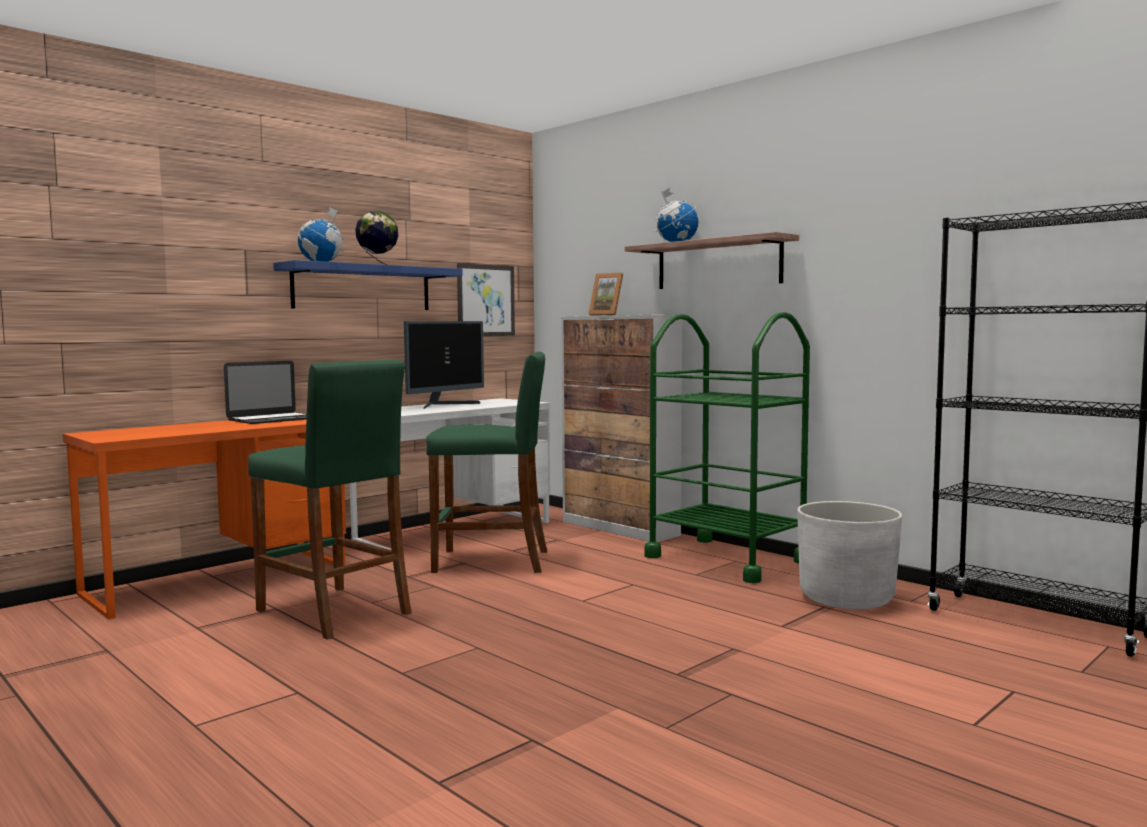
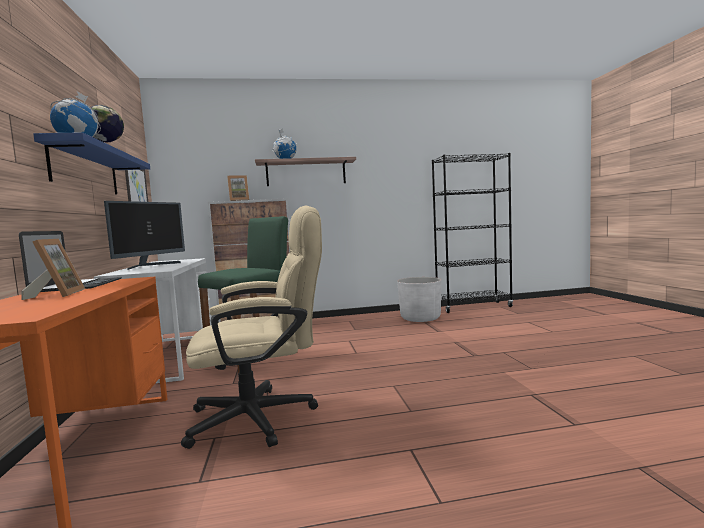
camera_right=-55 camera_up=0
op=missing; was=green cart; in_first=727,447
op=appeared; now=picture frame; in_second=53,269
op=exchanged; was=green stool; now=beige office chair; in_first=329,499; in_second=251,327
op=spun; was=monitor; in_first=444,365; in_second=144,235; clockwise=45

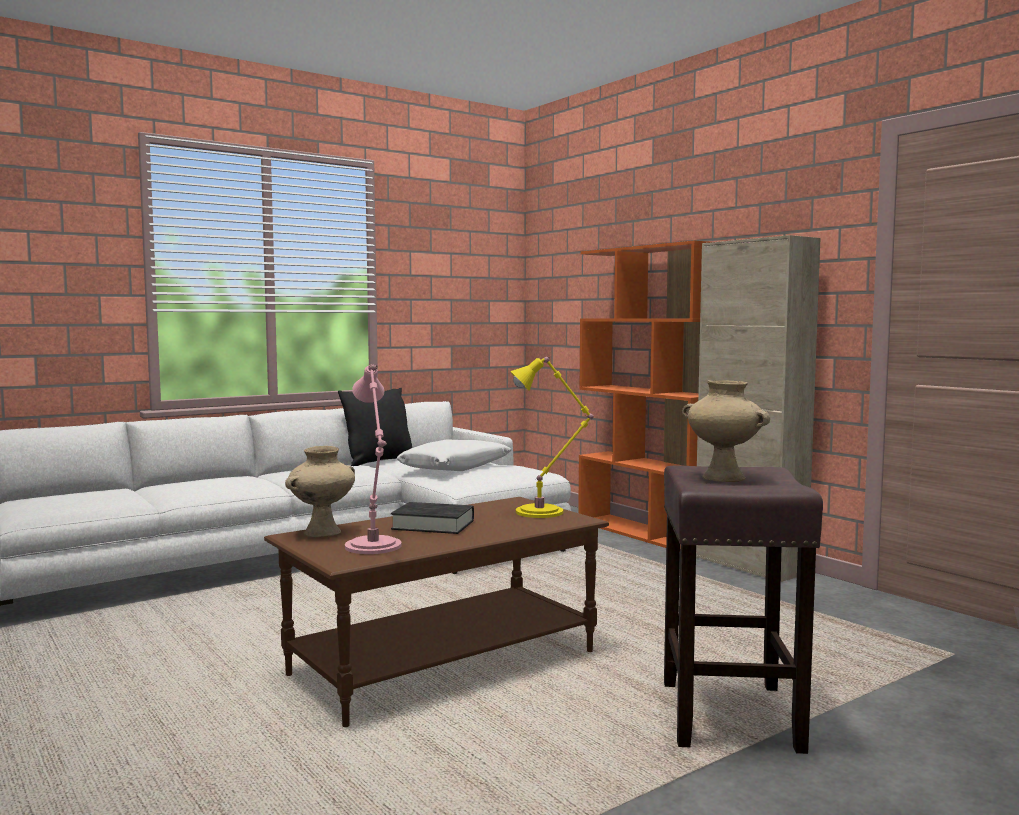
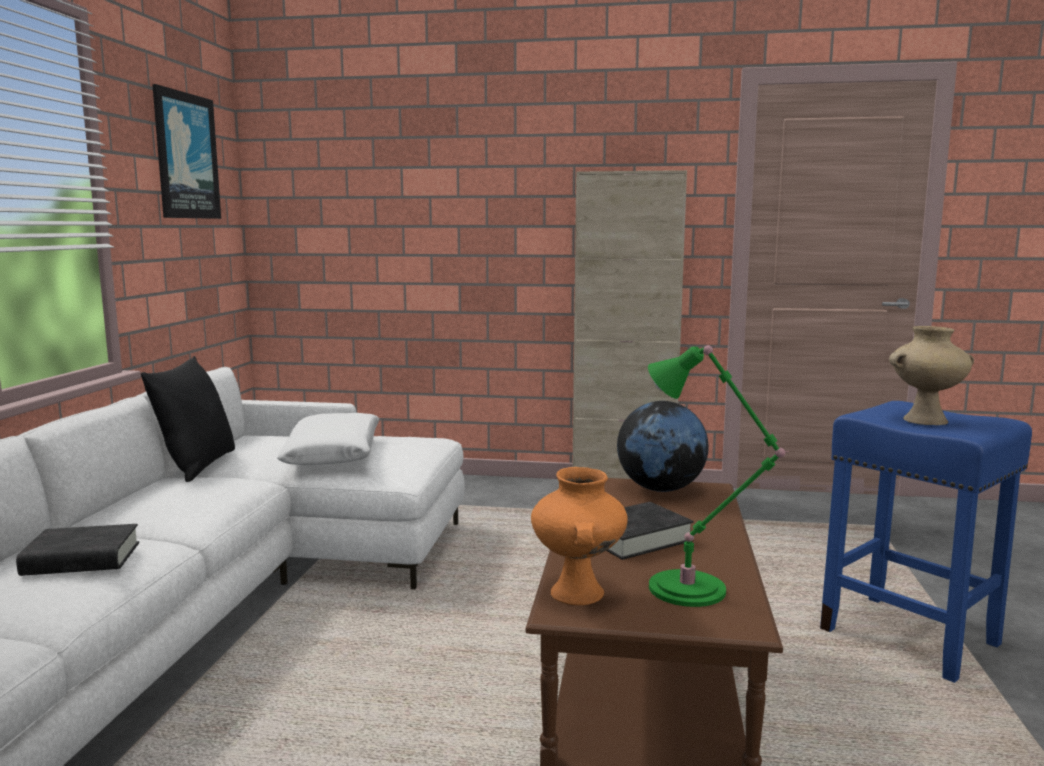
camera_right=-45 camera_up=5
op=missing; was=orange bookcase; in_first=644,394
op=appeared; now=black book; in_second=77,550
op=appeared; now=picture; in_second=186,151
op=exchanged; was=yellow table lamp; now=globe; in_first=551,437; in_second=663,446
op=colour; was=beige vase; now=orange vase; in_first=320,491; in_second=579,536
op=colour; was=pink table lamp; now=green table lamp; in_first=373,459; in_second=718,476
op=colour; was=brown stool; now=blue stool; in_first=743,609; in_second=926,542

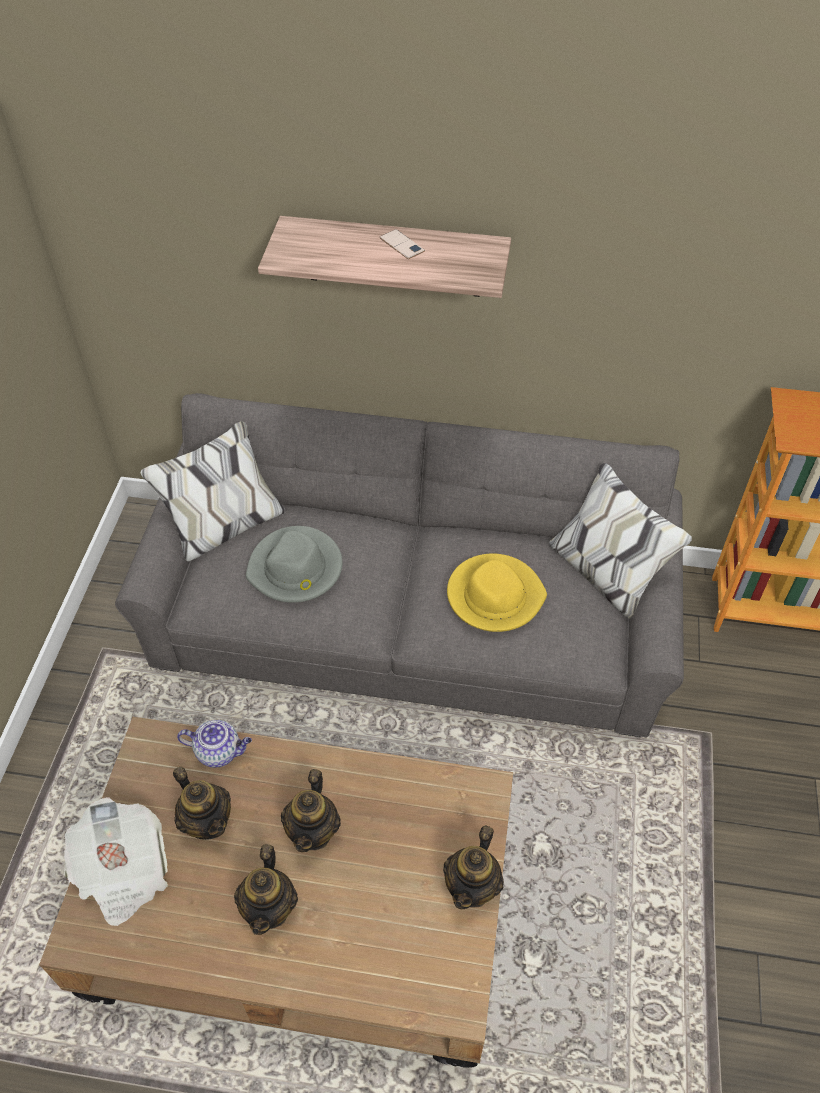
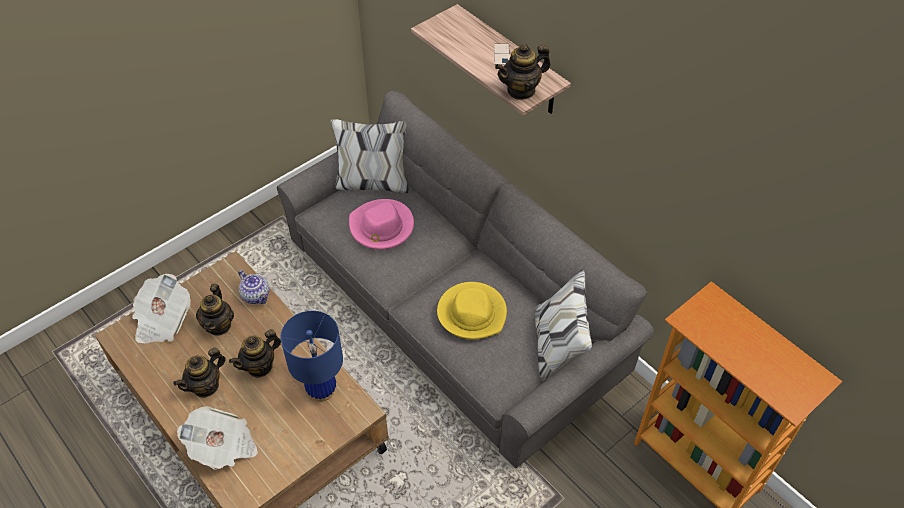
camera_right=40 camera_up=0
op=appeared; now=newspaper; in_second=217,438
op=appeared; now=blue table lamp; in_second=312,356
op=relocated; was=teapot; in_first=473,867; in_second=522,72
op=colour; was=grey hat; now=pink hat; in_first=294,564; in_second=381,224

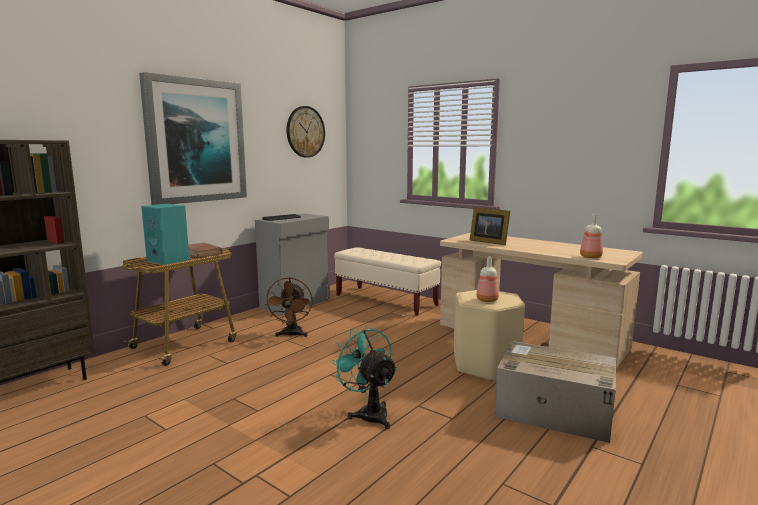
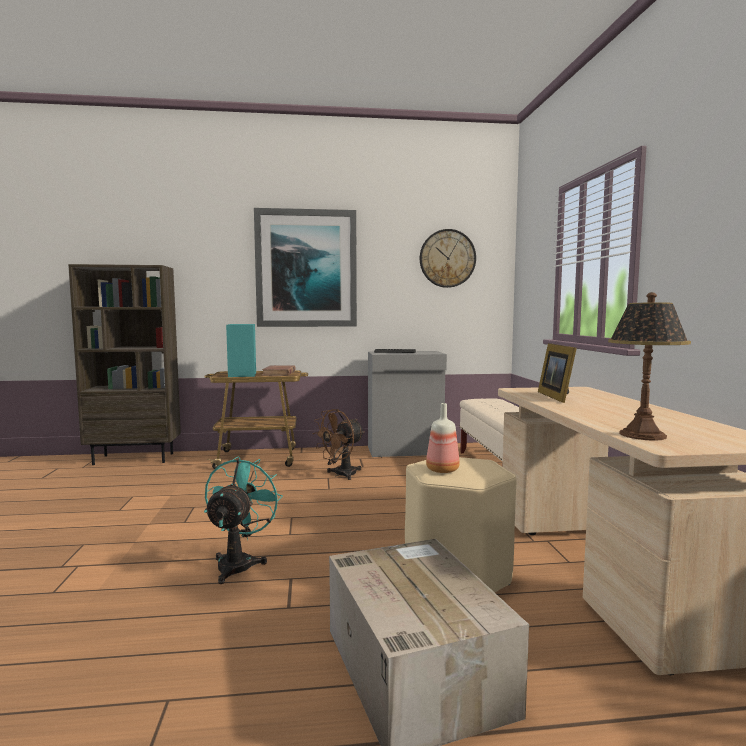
camera_right=45 camera_up=-5
op=exchanged; was=bottle; now=table lamp; in_first=591,236; in_second=649,366

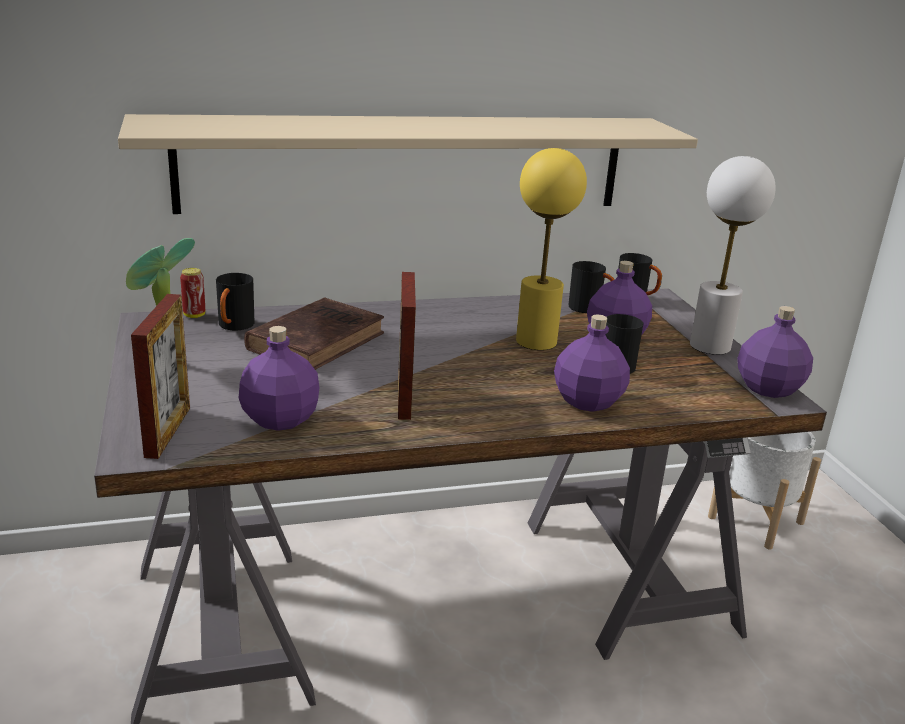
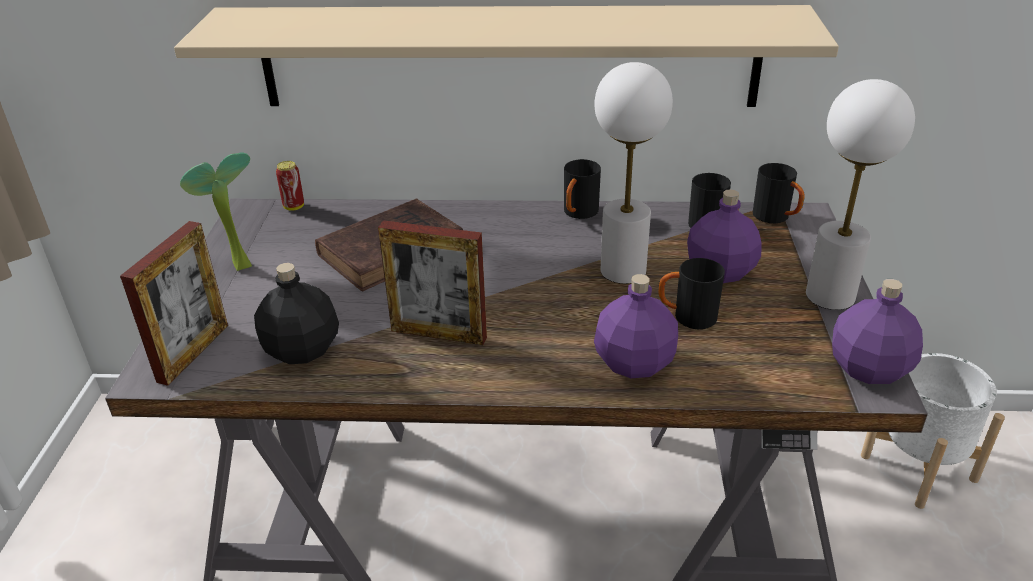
camera_right=20 camera_up=10
op=relocated; was=black mug; in_first=235,302; in_second=582,189
op=colour; was=purple bottle; now=black bottle; in_first=279,378; in_second=296,313
op=colour; was=yellow table lamp; now=white table lamp; in_first=551,249; in_second=633,173
op=spun; was=picture frame; in_first=407,346; in_second=432,282; clockwise=-90

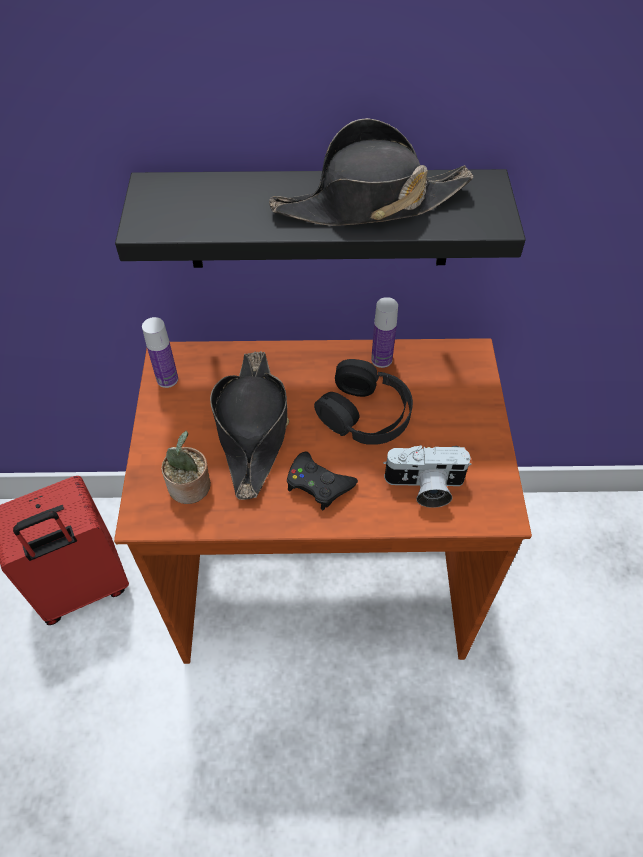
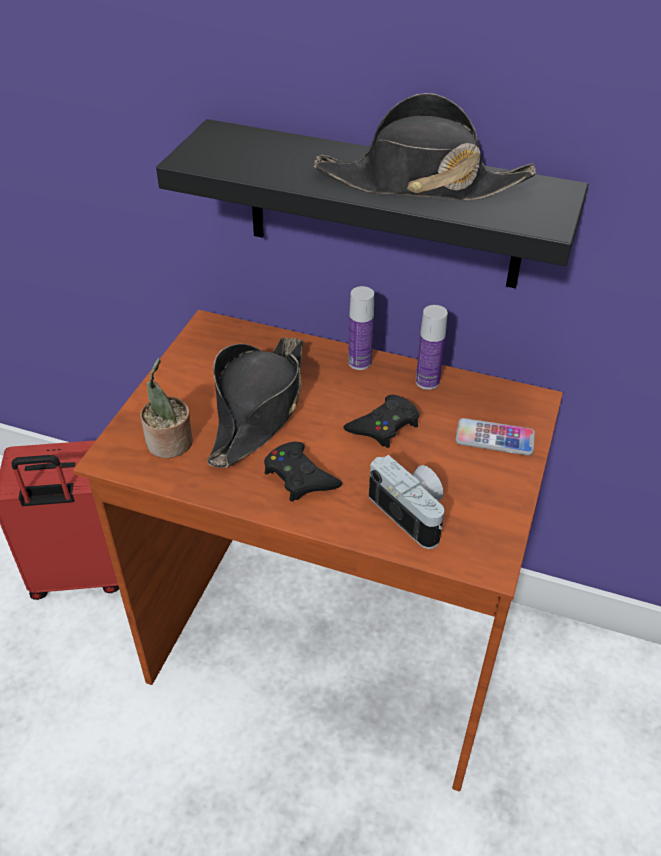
camera_right=20 camera_up=-10
op=appeared; now=phone; in_second=495,437
op=relocated; was=bottle; in_first=160,352; in_second=361,328
op=exchanged; was=black headphones; now=black game controller; in_first=363,402; in_second=382,421
op=spun; was=photo camera; in_first=427,476; in_second=406,502; clockwise=-150

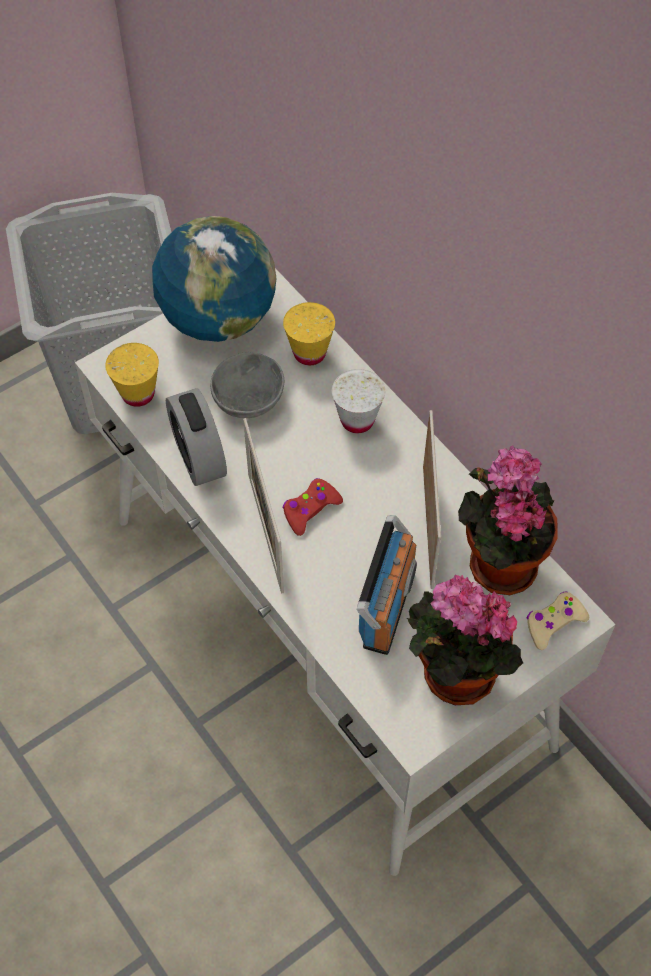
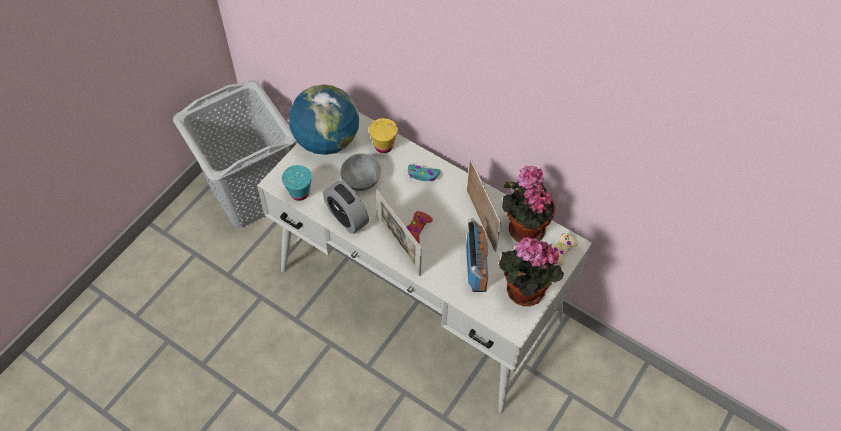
camera_right=-20 camera_up=0
op=exchanged; was=white cup; now=turquoise game controller; in_first=358,401; in_second=424,172
op=colour; was=yellow cup; now=turquoise cup; in_first=132,375; in_second=297,183

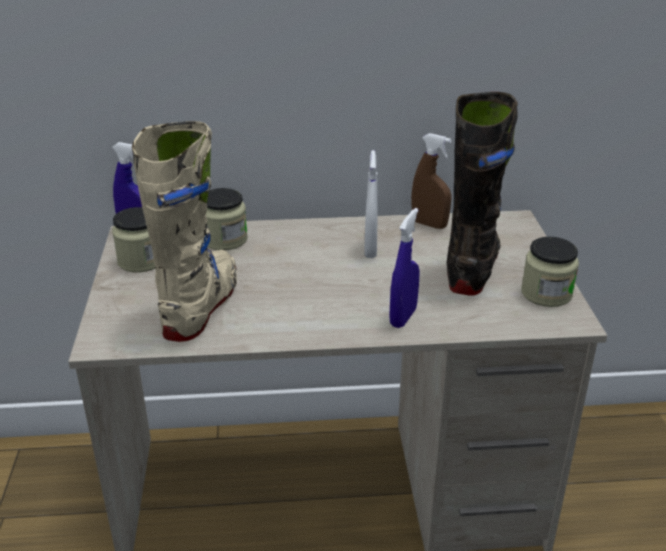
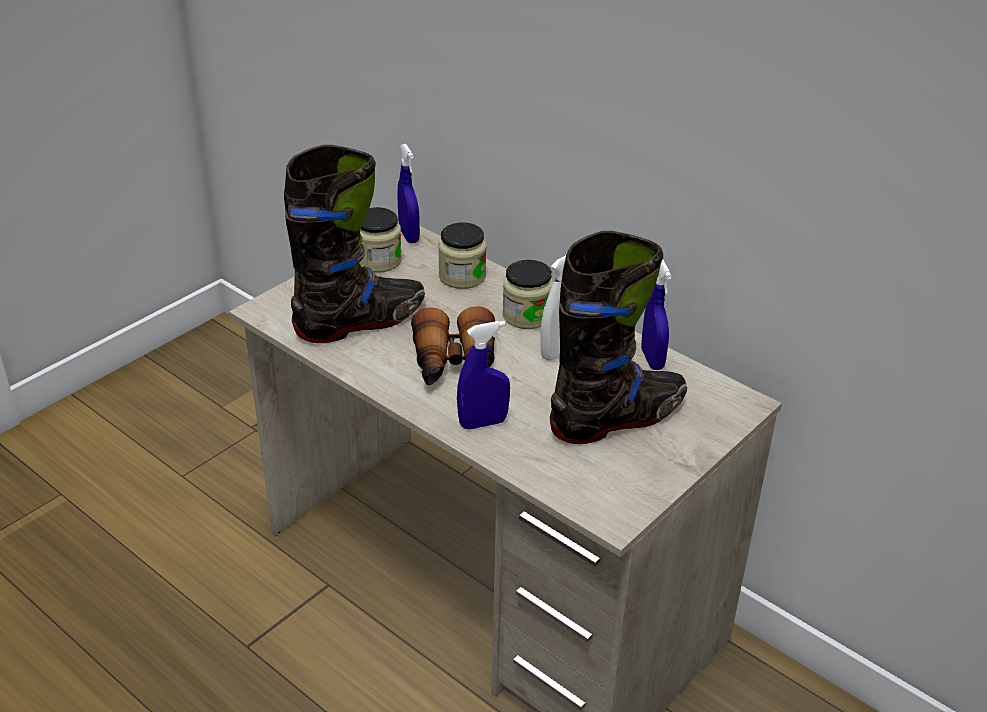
camera_right=45 camera_up=5
op=appeared; now=binoculars; in_second=453,346
op=relocated; was=jar; in_first=550,272; in_second=528,294
op=colour; was=beige boot; now=black boot; in_first=184,231; in_second=354,244
op=colour; was=brown spray bottle; now=blue spray bottle; in_first=431,181; in_second=656,315

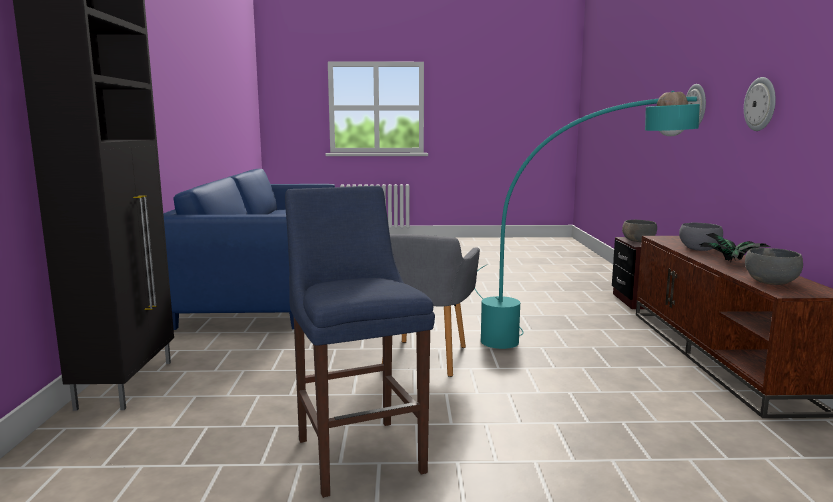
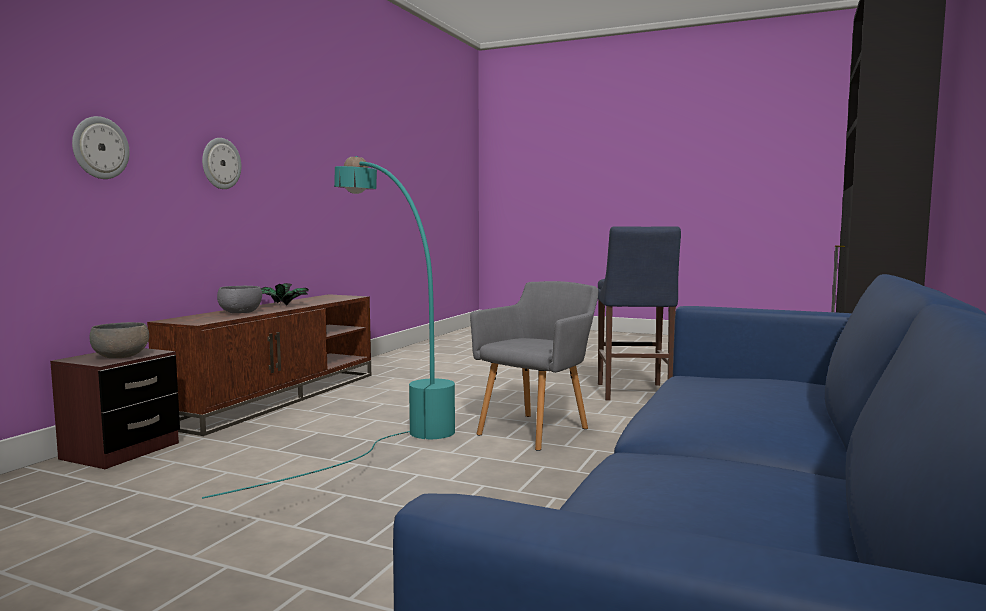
camera_right=-155 camera_up=-5
op=missing; was=grey bowl; in_first=774,266

